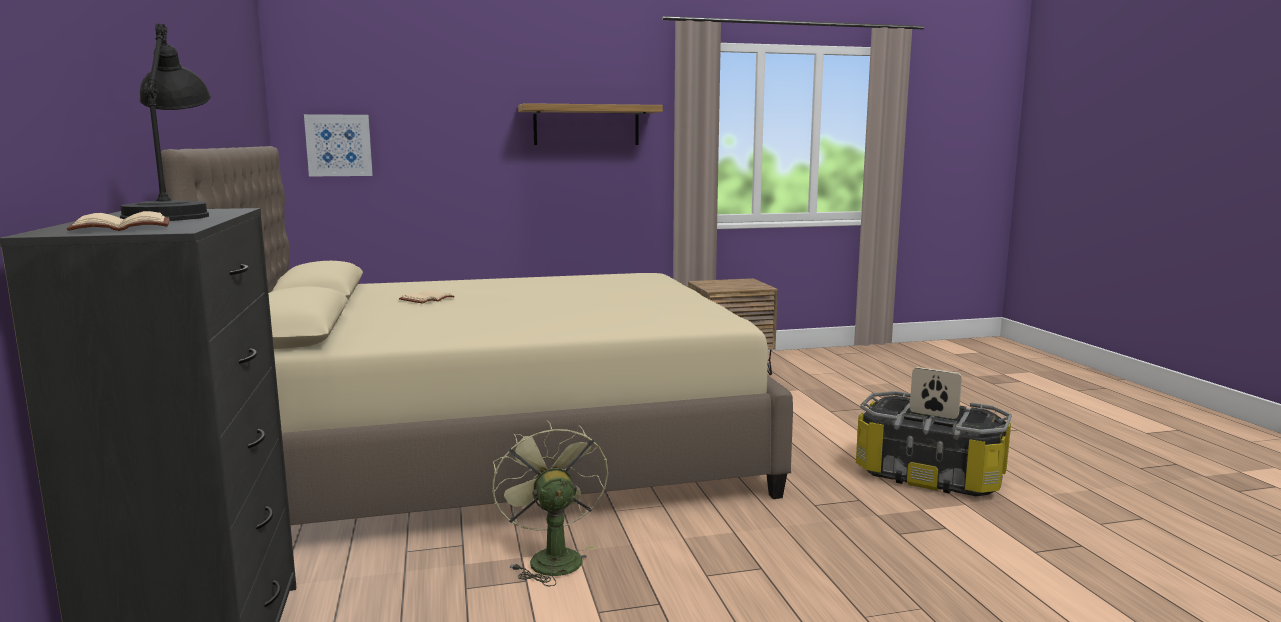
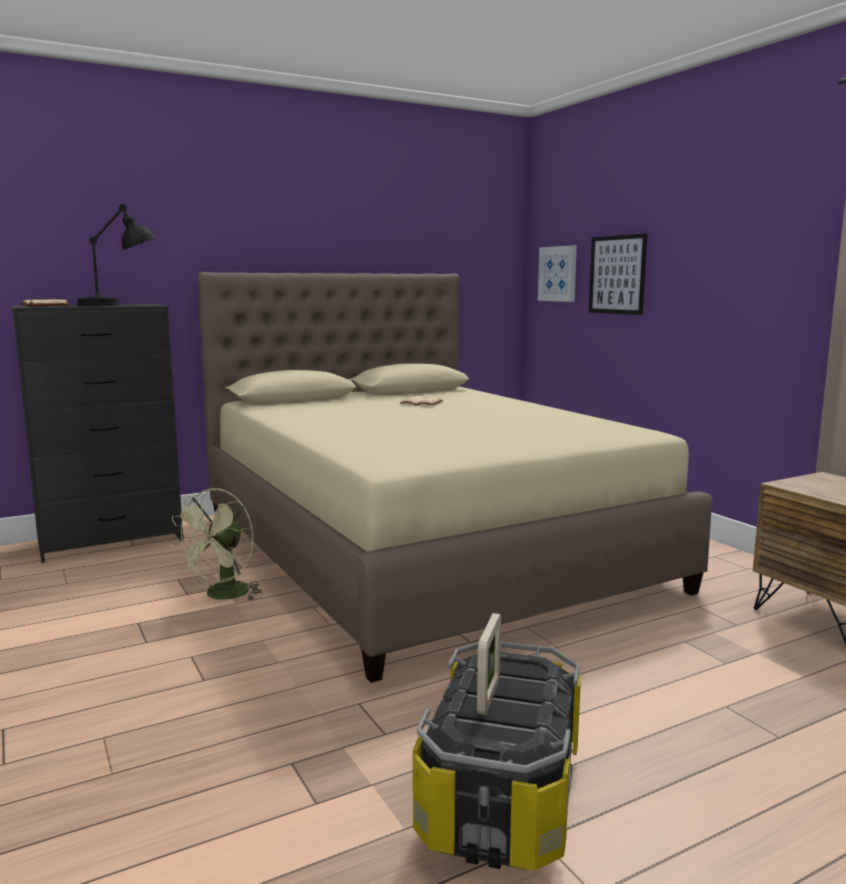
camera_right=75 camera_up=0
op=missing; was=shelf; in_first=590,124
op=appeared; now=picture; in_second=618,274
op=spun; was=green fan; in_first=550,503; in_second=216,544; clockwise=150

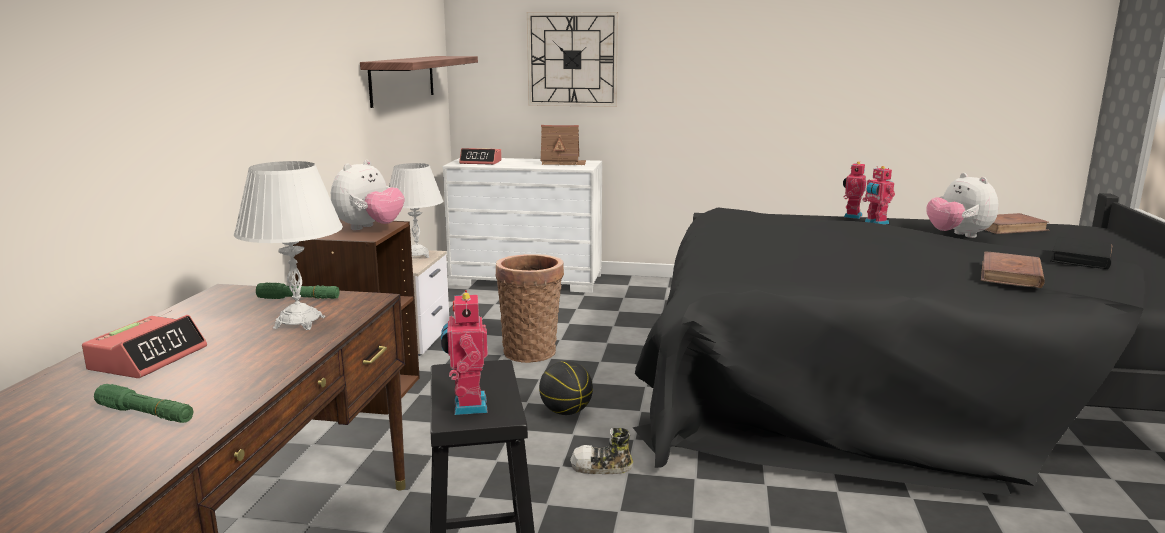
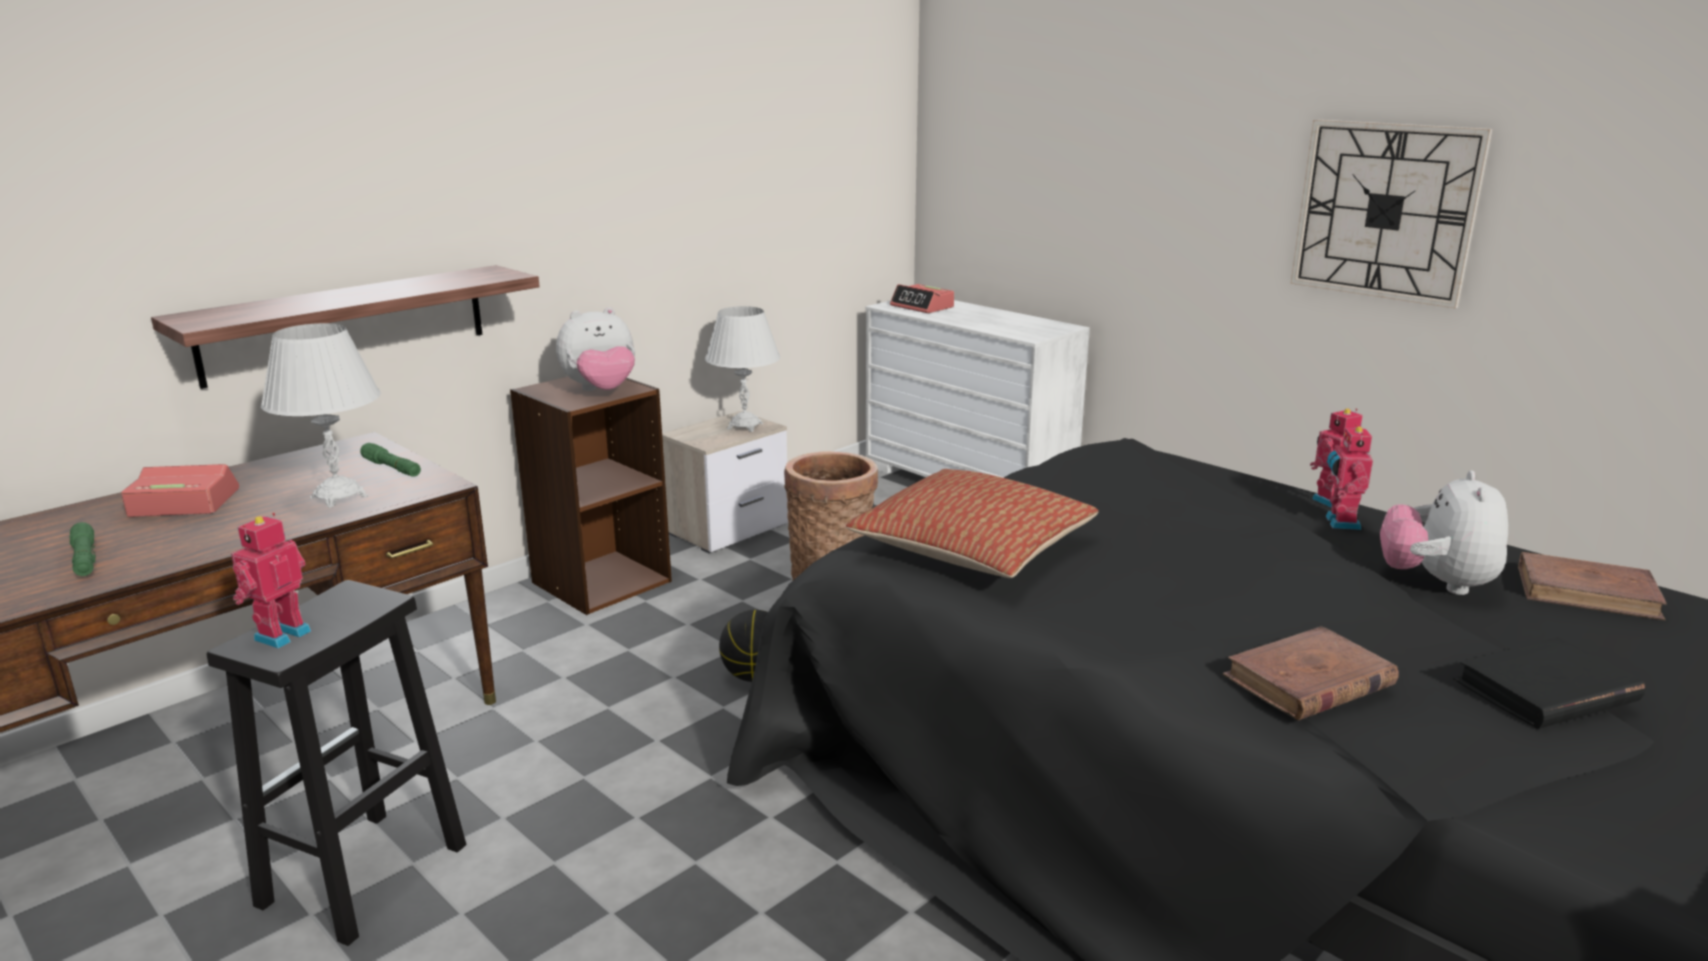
camera_right=35 camera_up=5
op=missing; was=toy house; in_first=563,145
op=missing; was=shoe; in_first=602,451
op=appeared; now=pillow; in_second=972,523
op=relocated; was=shelf; in_first=419,82; in_second=345,327
op=relocated; was=wall clock; in_first=572,59; in_second=1391,213
op=spun; was=alarm clock; in_first=144,346; in_second=180,490; clockwise=-150

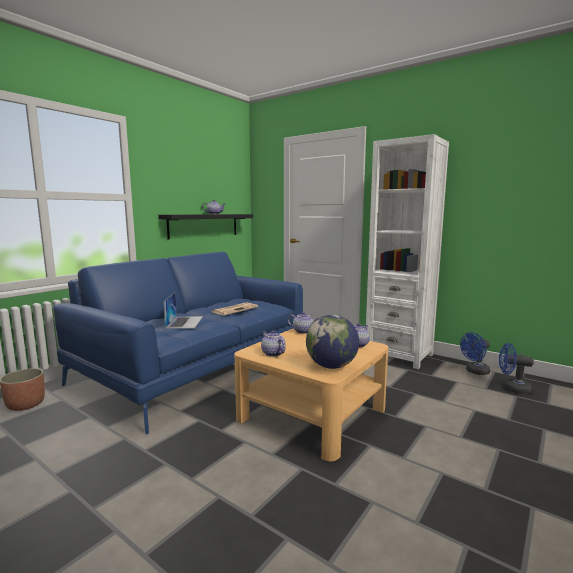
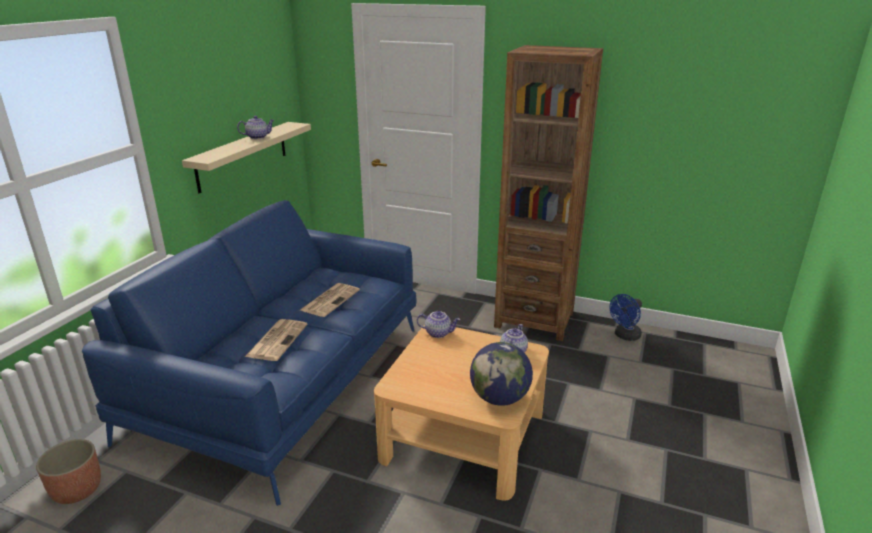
camera_right=-15 camera_up=15
op=missing; was=teapot; in_first=273,343
op=missing; was=blue fan; in_first=516,368
op=exchanged; was=laptop; now=newspaper; in_first=183,311; in_second=276,340
op=colour; was=black shelf; now=beige shelf; in_first=205,226; in_second=246,157
op=colour; was=white bookcase; now=brown bookcase; in_first=407,251; in_second=548,193

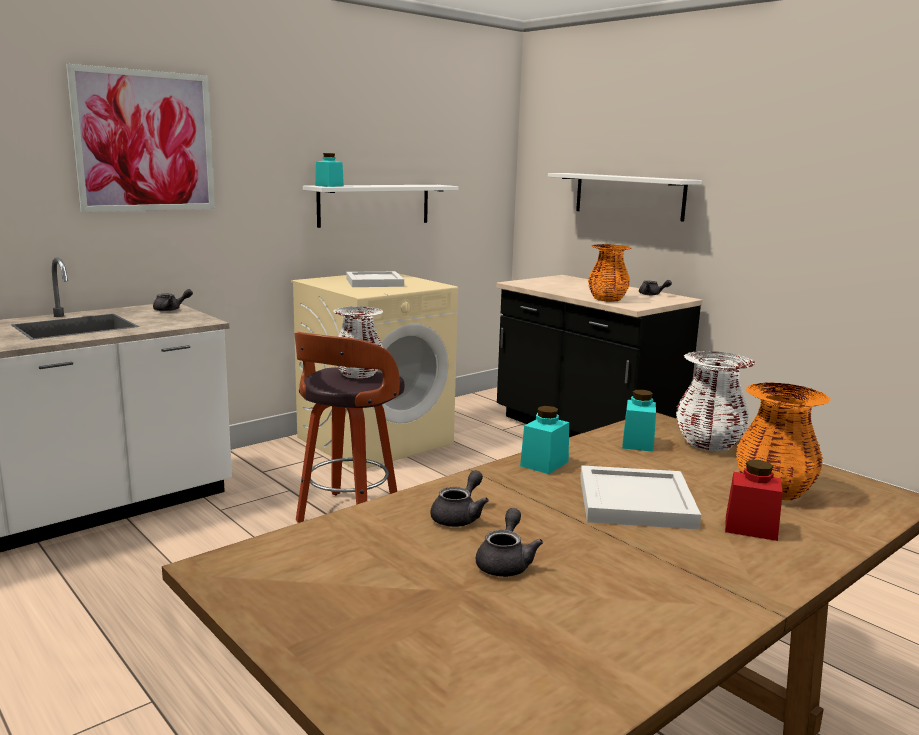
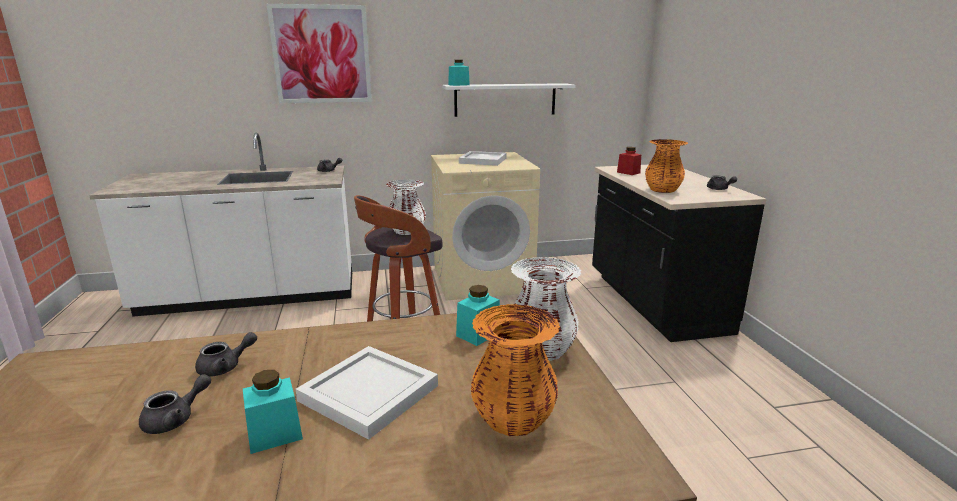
camera_right=30 camera_up=5
op=missing; was=white shelf; in_first=625,197
op=relocated; was=turquoise jar; in_first=544,440; in_second=273,412
op=relocated; was=red jar; in_first=754,500; in_second=629,161

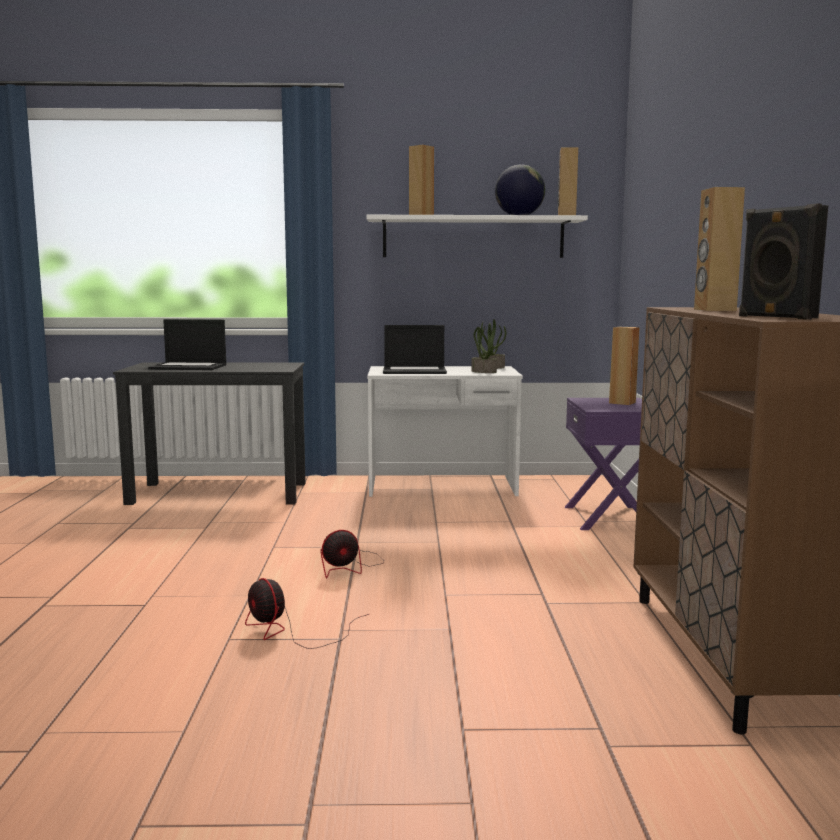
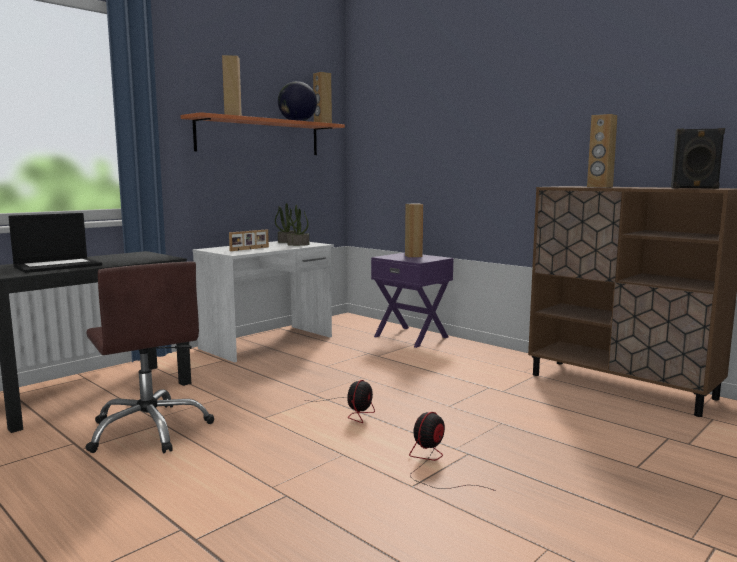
camera_right=-45 camera_up=0
op=appeared; now=brown office chair; in_second=149,357
op=exchanged; was=laptop; now=picture frame; in_first=415,349; in_second=249,240
op=colour; was=white shelf; now=orange shelf; in_first=477,236; in_second=263,133
op=spun; was=fan; in_first=307,613; in_second=452,451; clockwise=120

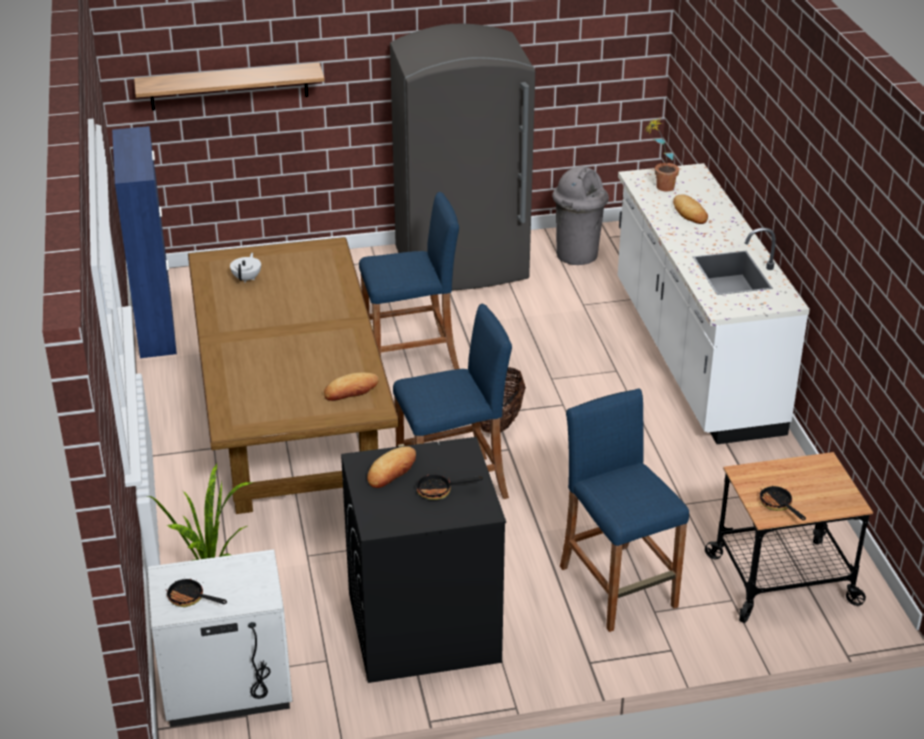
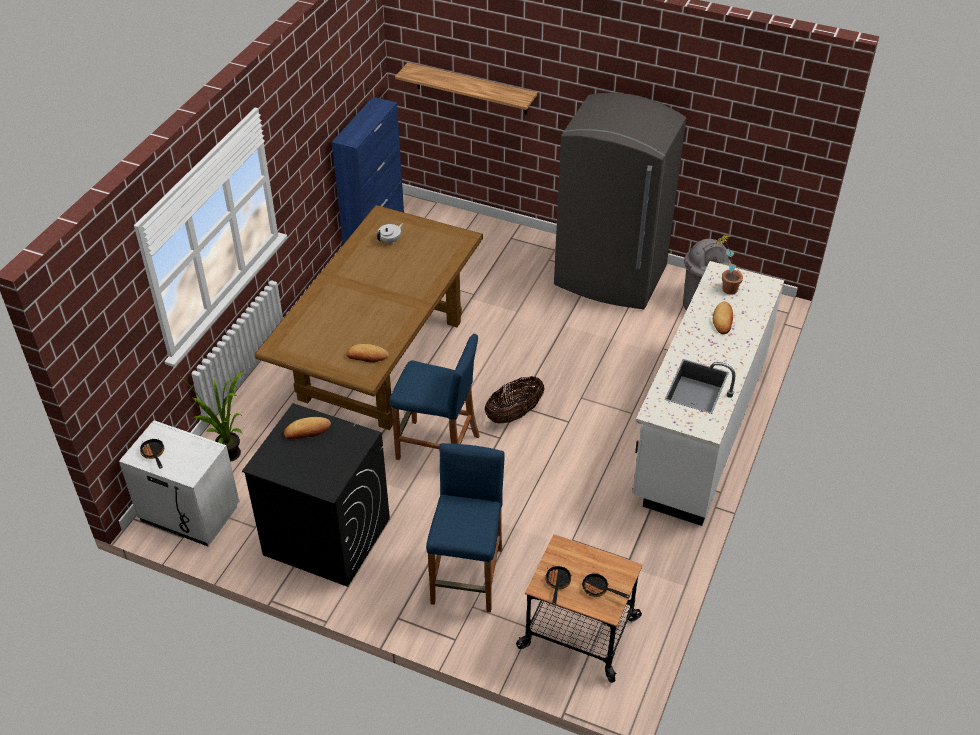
camera_right=35 camera_up=10
op=missing; was=blue stool; in_first=409,281
op=relocated; was=frying pan; in_first=450,486; in_second=606,585

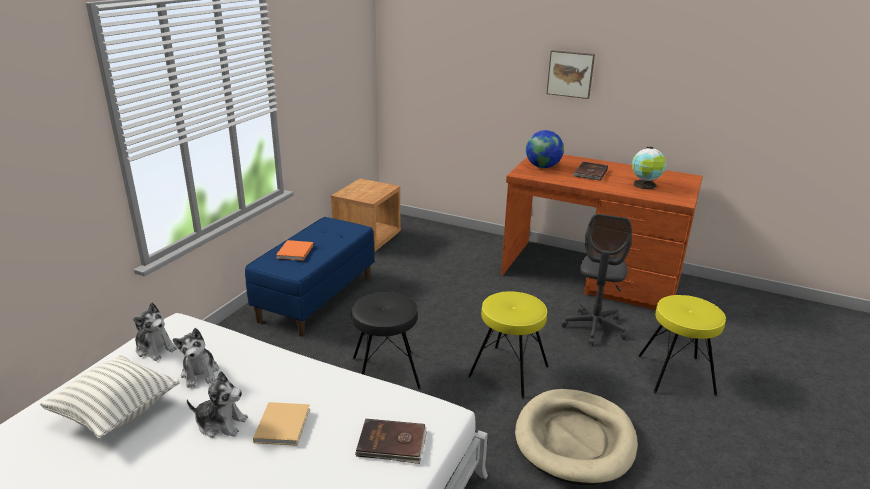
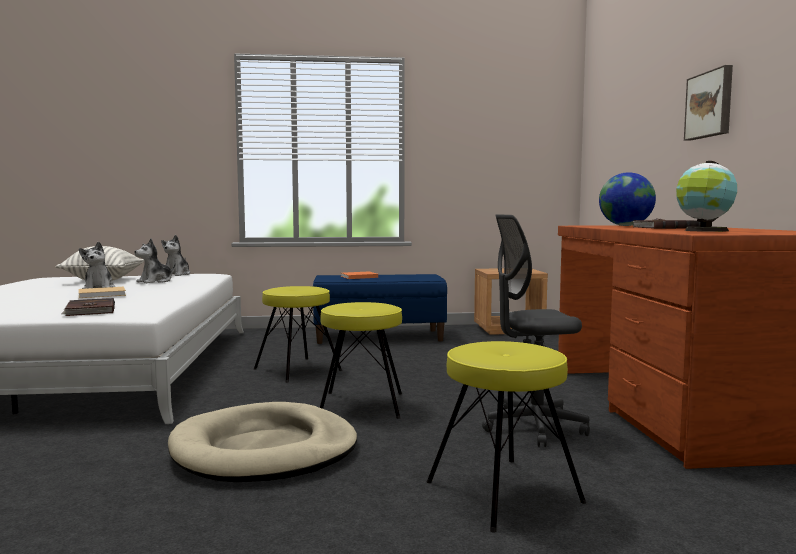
camera_right=60 camera_up=-20
op=colour; was=black stool; now=yellow stool; in_first=386,341; in_second=298,334

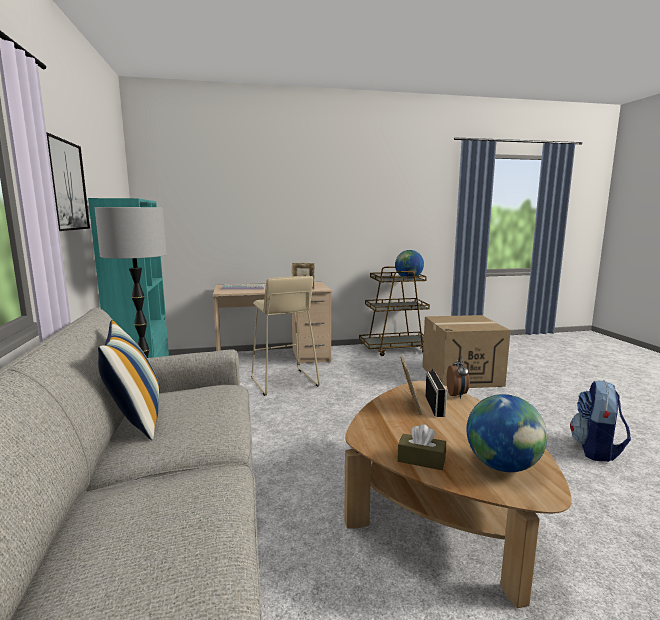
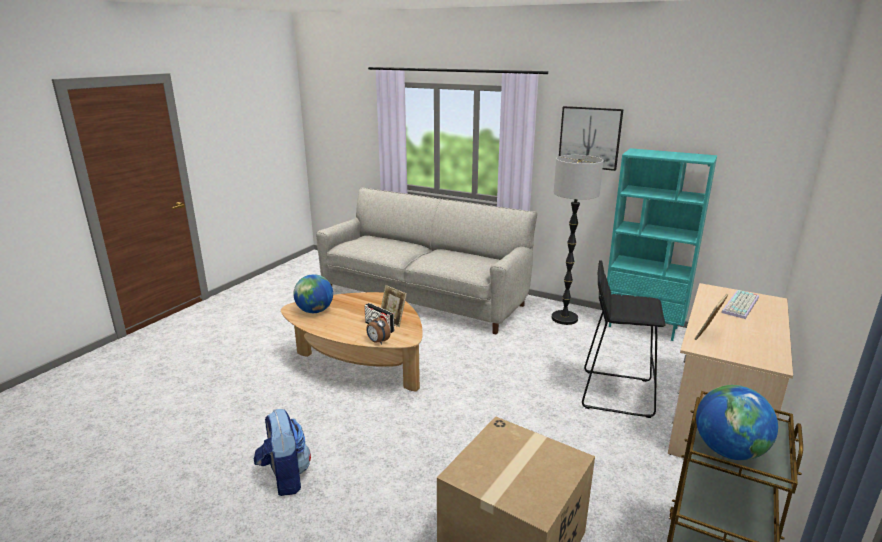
camera_right=130 camera_up=10
op=missing; was=pillow; in_first=128,380
op=missing; was=brown tissue box; in_first=421,447
op=colour; was=beige stool; now=black stool; in_first=286,336; in_second=623,339

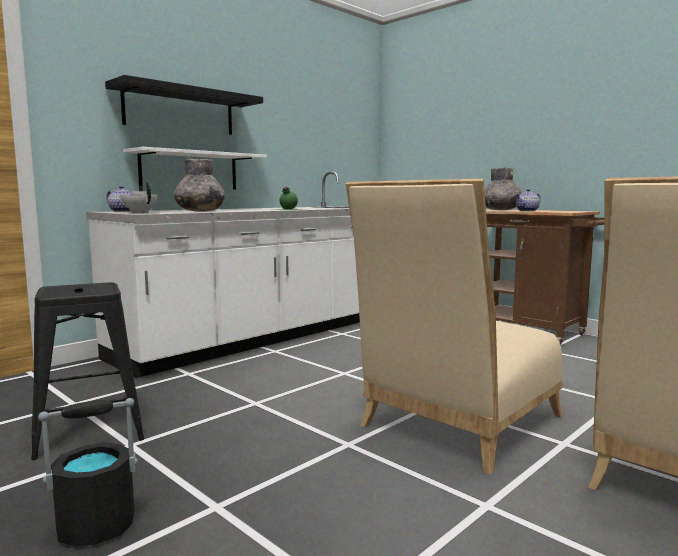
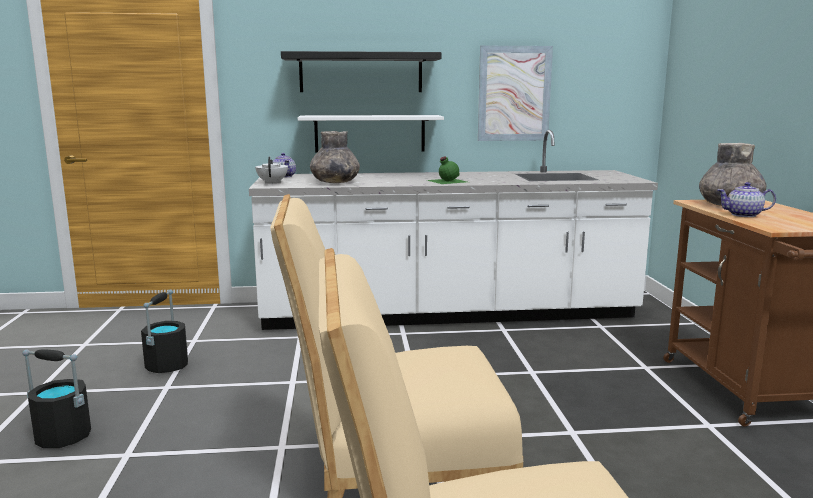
camera_right=40 camera_up=5
op=appeared; now=picture; in_second=515,93
op=exchanged; was=black stool; now=black bucket; in_first=87,371; in_second=164,331

